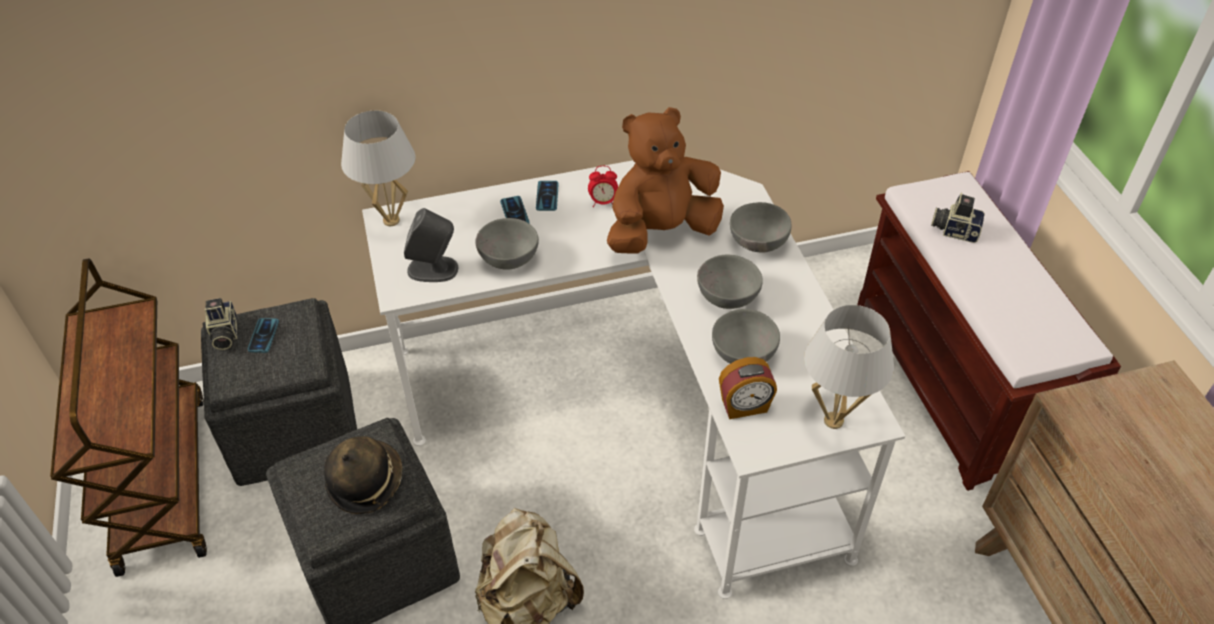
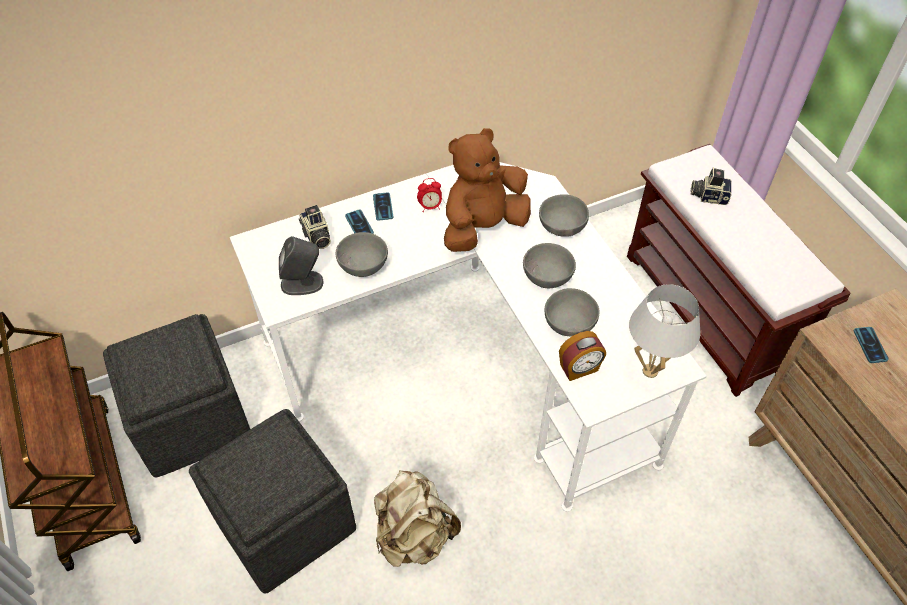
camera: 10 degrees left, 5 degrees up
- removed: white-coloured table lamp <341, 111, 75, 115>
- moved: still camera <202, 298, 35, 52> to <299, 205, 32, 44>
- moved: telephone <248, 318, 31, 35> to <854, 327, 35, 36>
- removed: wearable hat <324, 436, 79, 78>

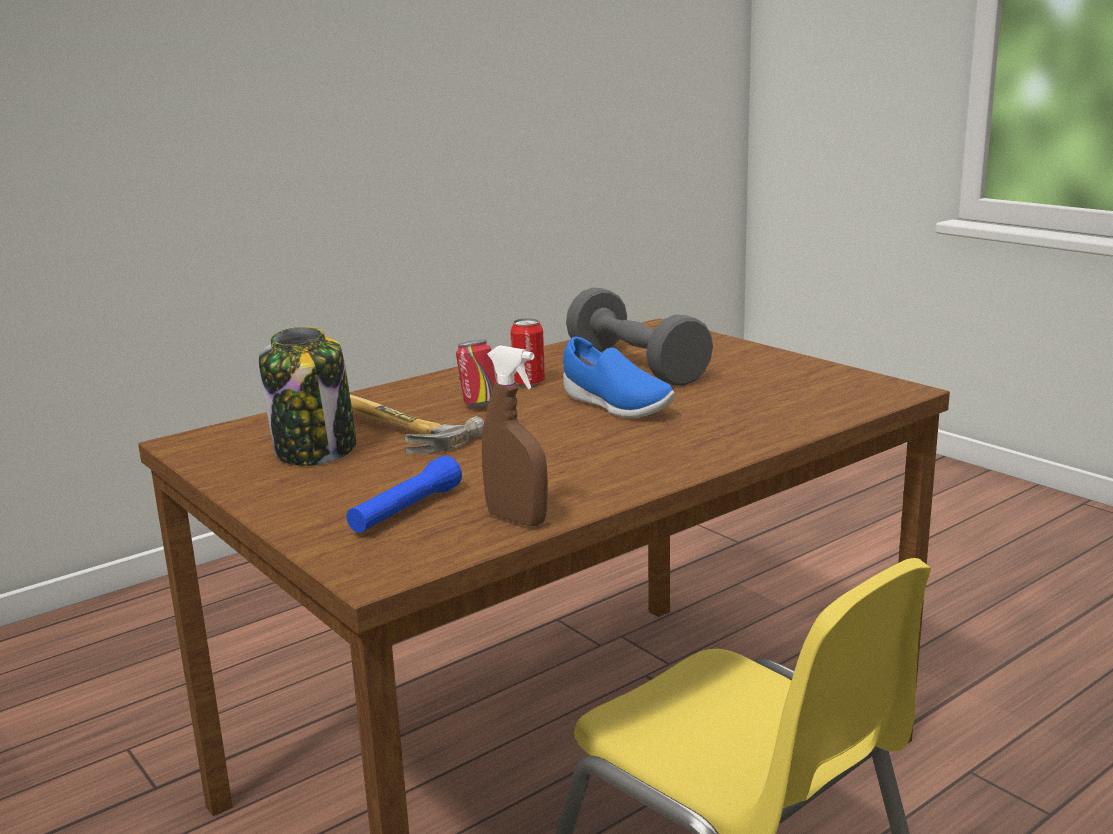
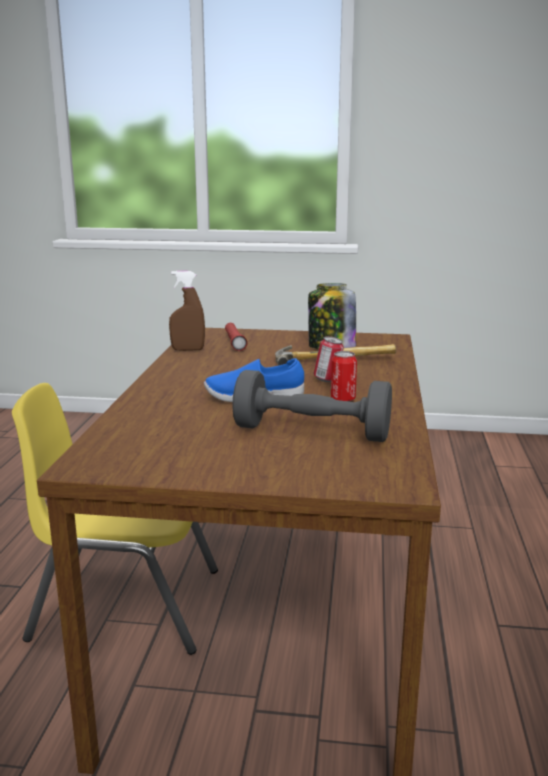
camera: 135 degrees right, 0 degrees up
- recoloured: bluish flashlight <346, 456, 116, 77> to reddish flashlight <225, 323, 22, 28>

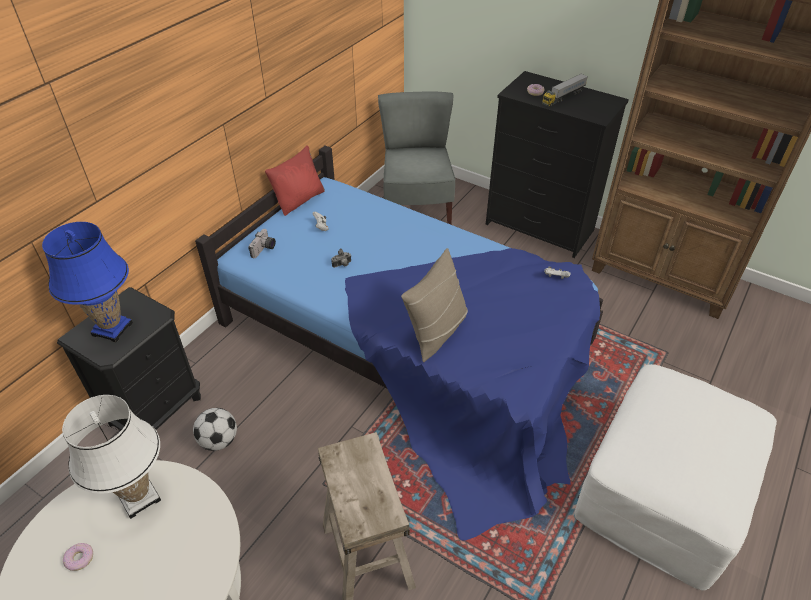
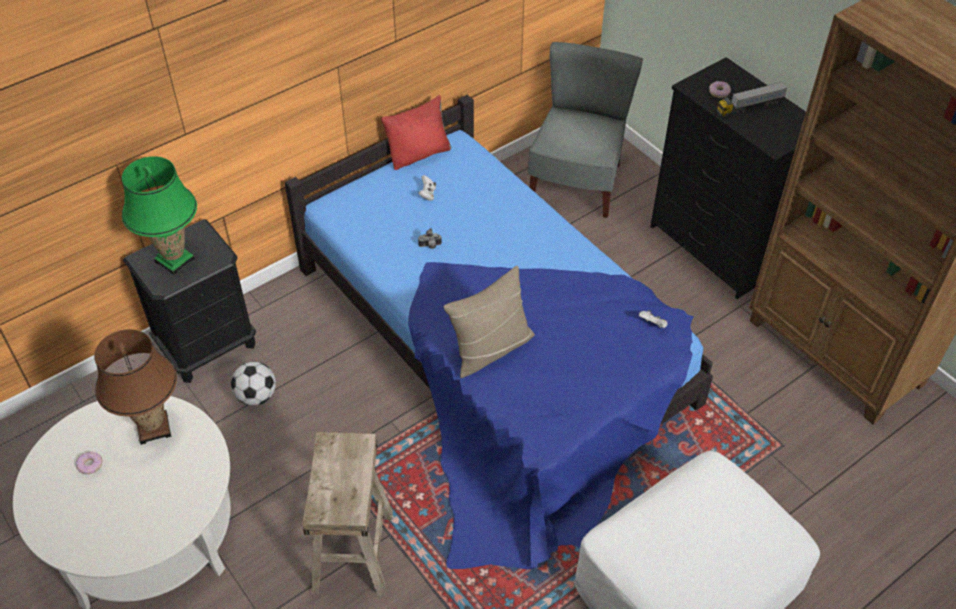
camera: 20 degrees right, 5 degrees up
- recoloured: bluish table lamp <42, 222, 91, 121> to green table lamp <122, 156, 75, 119>
- removed: still camera <248, 229, 28, 29>
- recoloured: white-coloured table lamp <62, 395, 99, 124> to brown-coloured table lamp <94, 329, 83, 116>

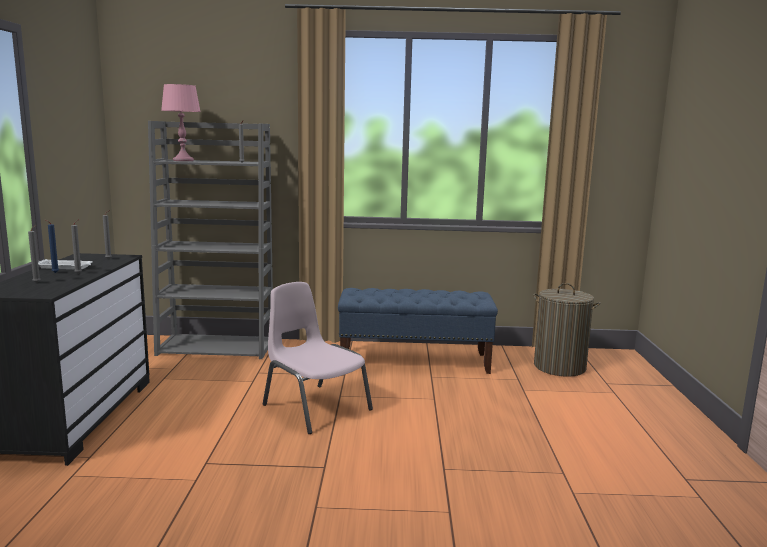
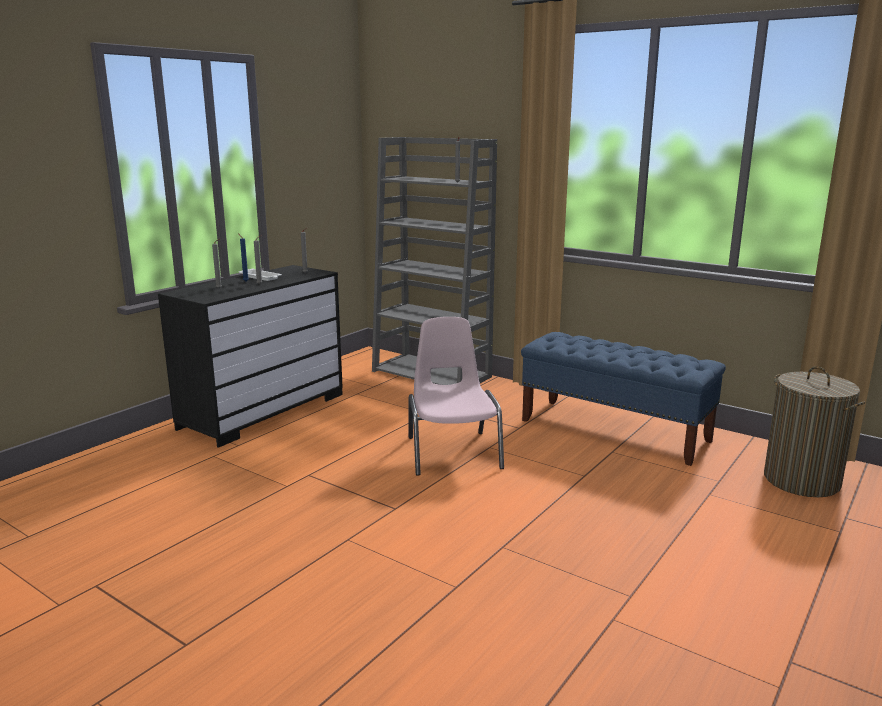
camera: 35 degrees right, 5 degrees up
- removed: pinkish table lamp <161, 84, 40, 77>

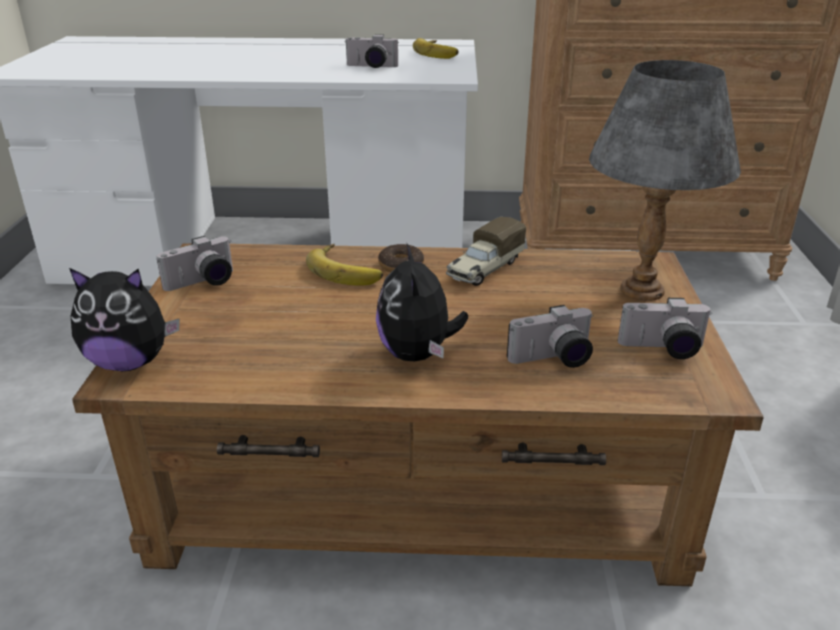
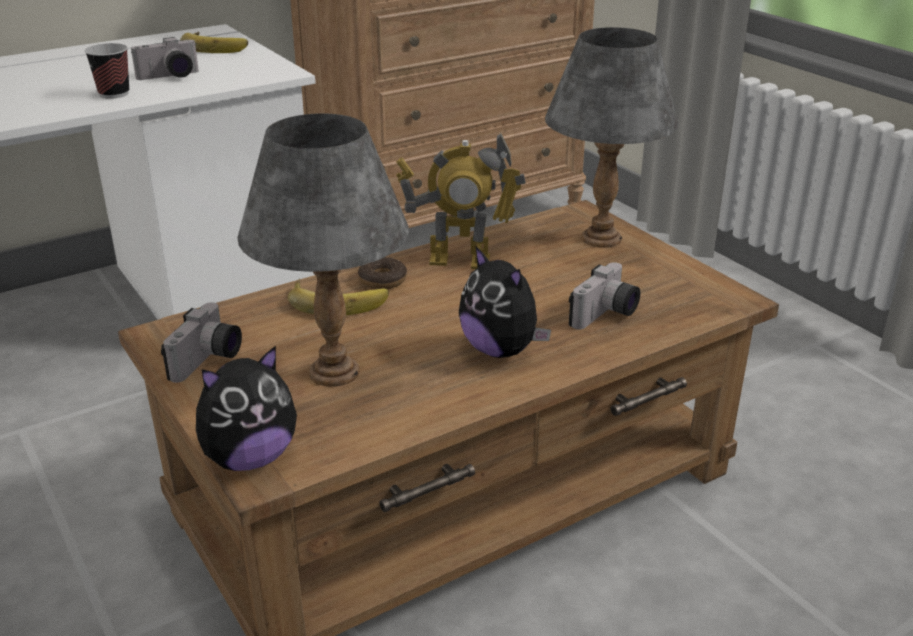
camera: 35 degrees left, 0 degrees up
- replaced: toy lorry <446, 217, 80, 69> to model robot <396, 131, 130, 138>
- removed: still camera <618, 298, 94, 61>
- added: drinking cup <85, 43, 44, 56>
- added: greyish table lamp <237, 113, 172, 274>

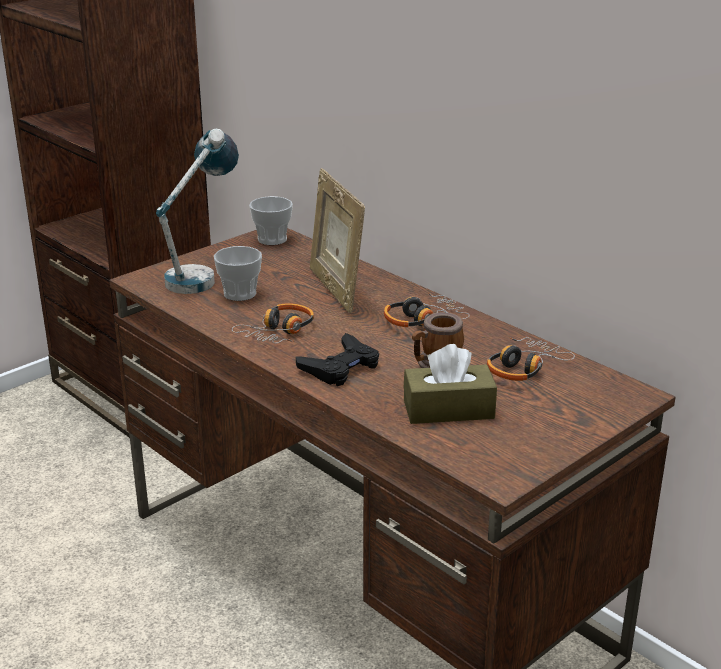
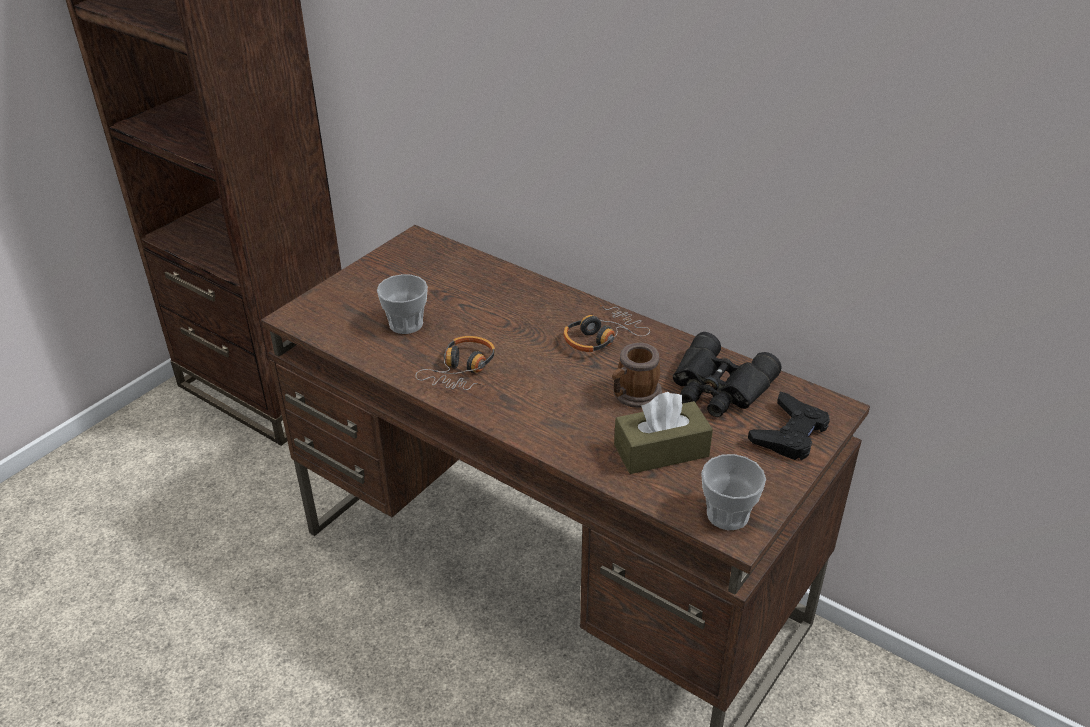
camera: 10 degrees left, 10 degrees up
- removed: table lamp <156, 129, 83, 165>
- removed: picture frame <310, 168, 55, 145>
- moved: drinking cup <249, 196, 44, 49> to <701, 454, 65, 76>
- moved: blackish gamepad <296, 333, 83, 53> to <748, 392, 82, 68>
- replaced: pair of headphones <487, 337, 88, 44> to blackish binoculars <673, 332, 109, 85>

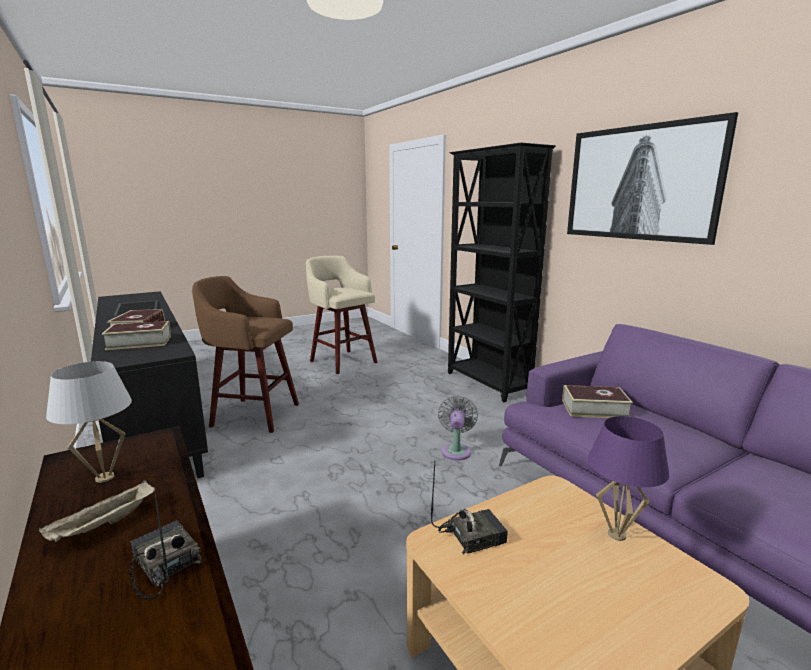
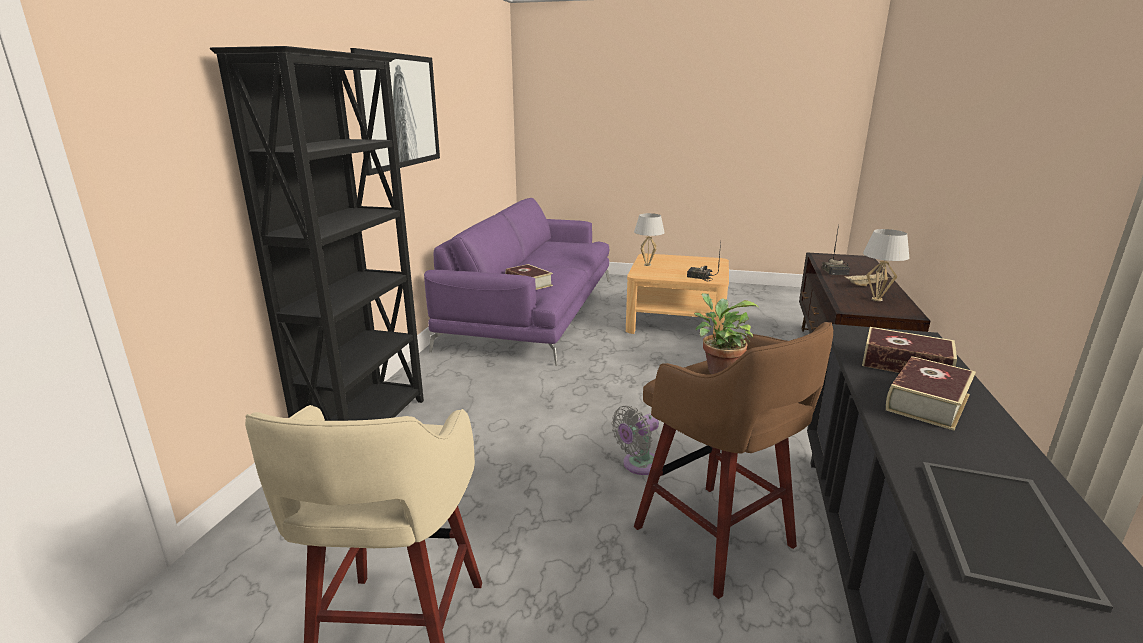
camera: 135 degrees left, 5 degrees up
- moved: greyish electric fan <438, 396, 40, 64> to <611, 406, 48, 69>
- recoloured: purplish table lamp <588, 416, 81, 125> to white-coloured table lamp <634, 213, 31, 53>
- added: houseplant <694, 293, 64, 81>

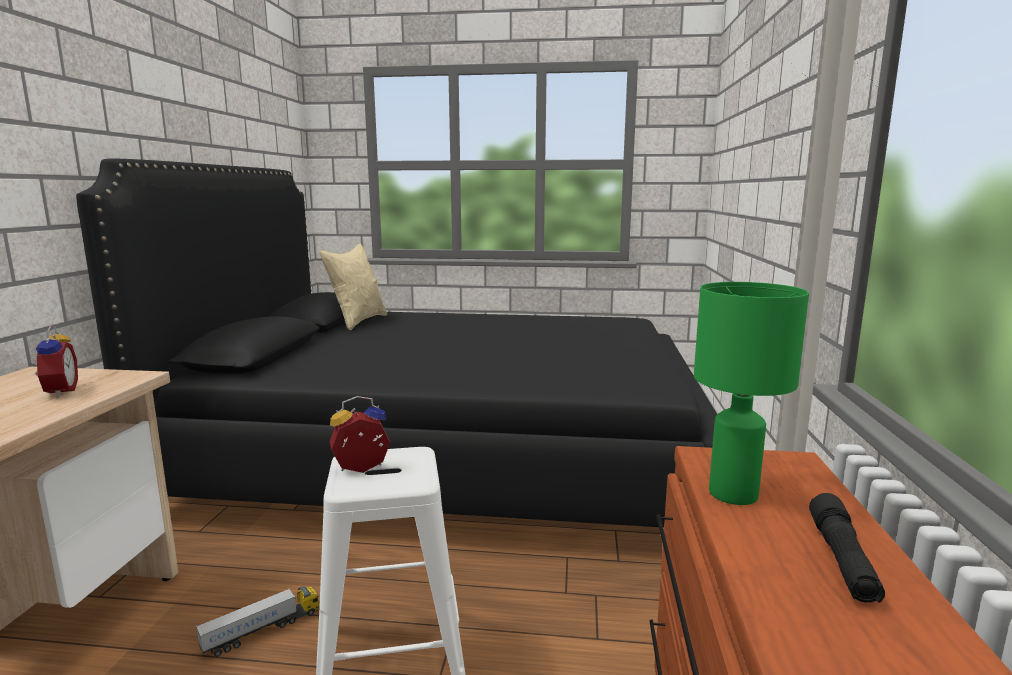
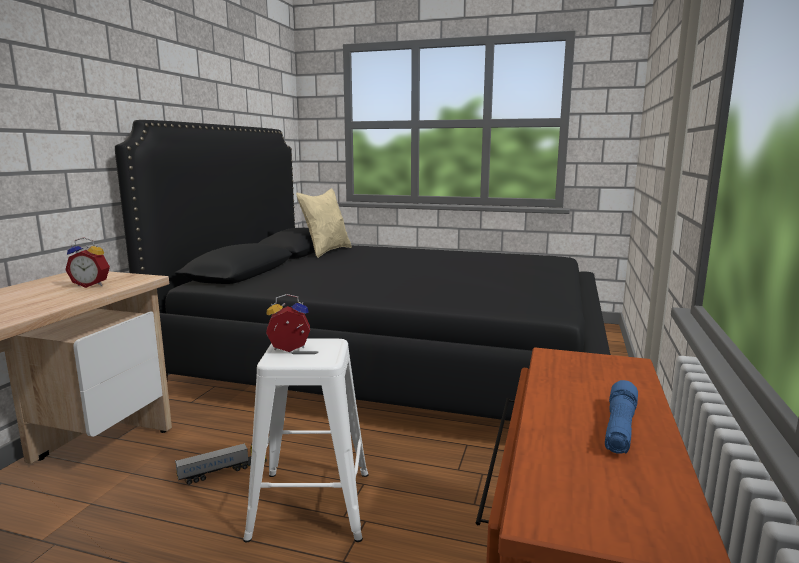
camera: 10 degrees right, 0 degrees up
- removed: green table lamp <694, 282, 115, 223>
- turned: alarm clock <29, 325, 49, 72> = <65, 237, 45, 51> 105 degrees clockwise
- recoloured: blackish flashlight <809, 493, 76, 110> to bluish flashlight <605, 380, 33, 74>

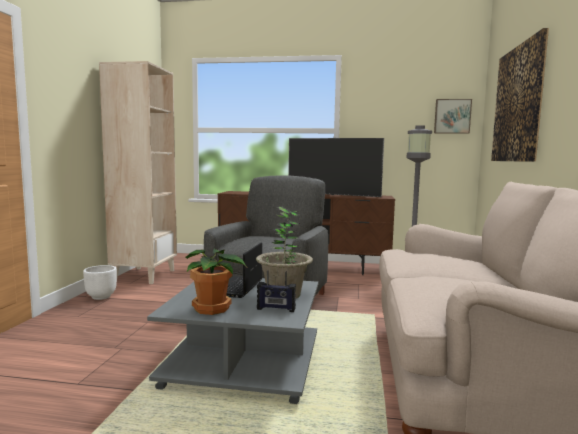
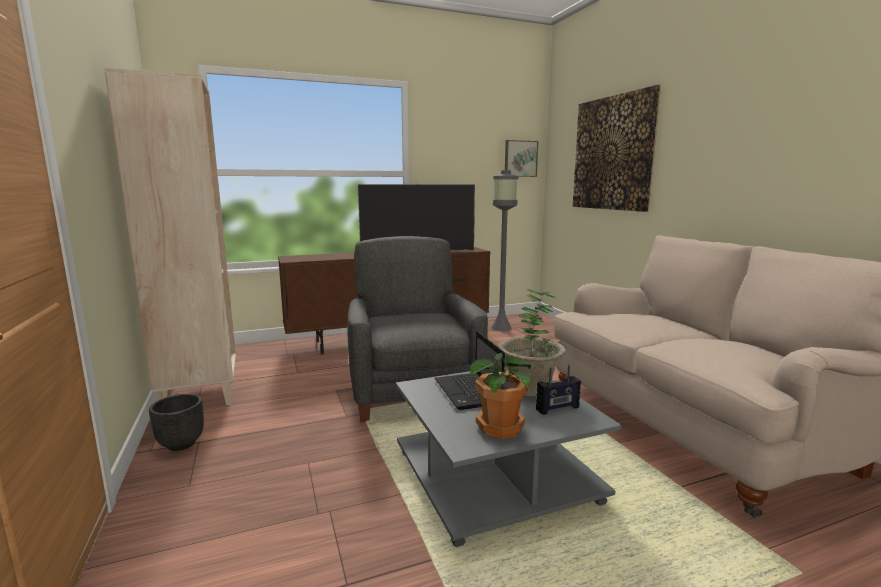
camera: 30 degrees left, 5 degrees up
- recoloured: white-coloured planter <83, 265, 34, 35> to blackish planter <149, 394, 55, 57>

